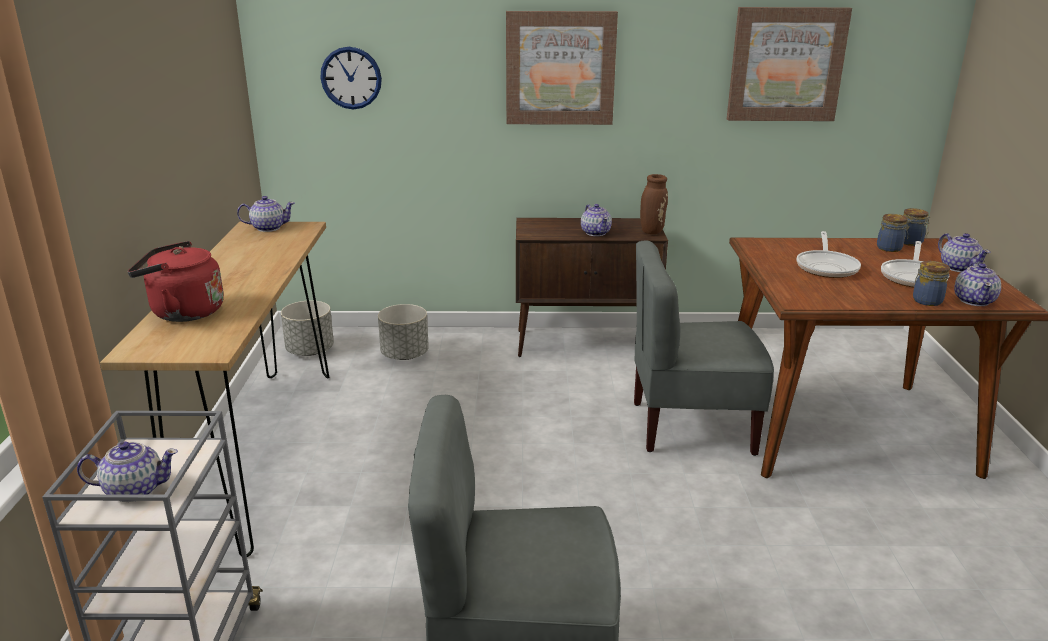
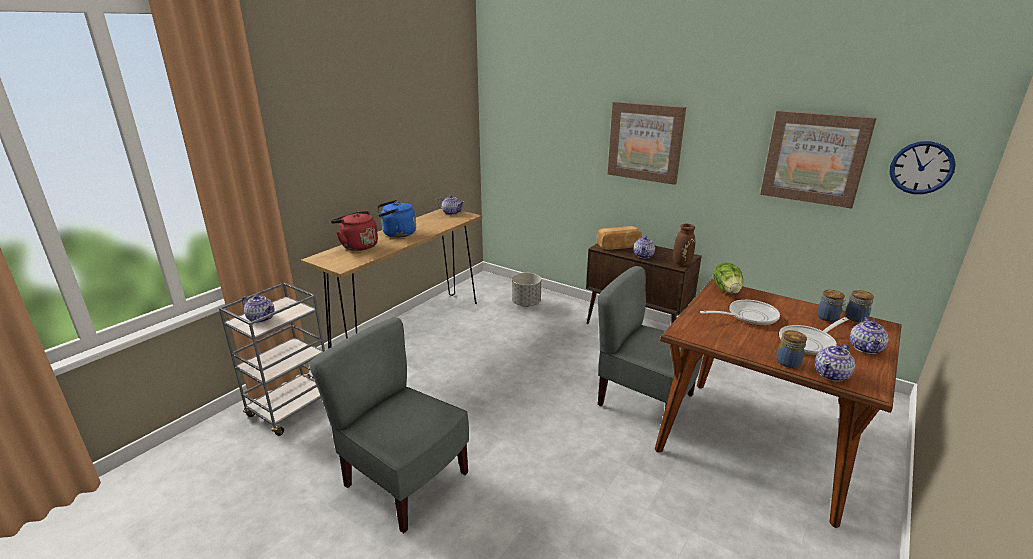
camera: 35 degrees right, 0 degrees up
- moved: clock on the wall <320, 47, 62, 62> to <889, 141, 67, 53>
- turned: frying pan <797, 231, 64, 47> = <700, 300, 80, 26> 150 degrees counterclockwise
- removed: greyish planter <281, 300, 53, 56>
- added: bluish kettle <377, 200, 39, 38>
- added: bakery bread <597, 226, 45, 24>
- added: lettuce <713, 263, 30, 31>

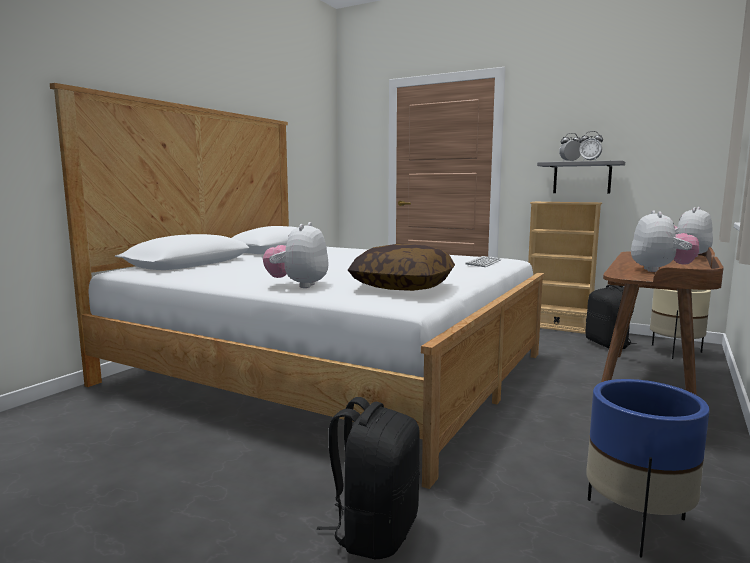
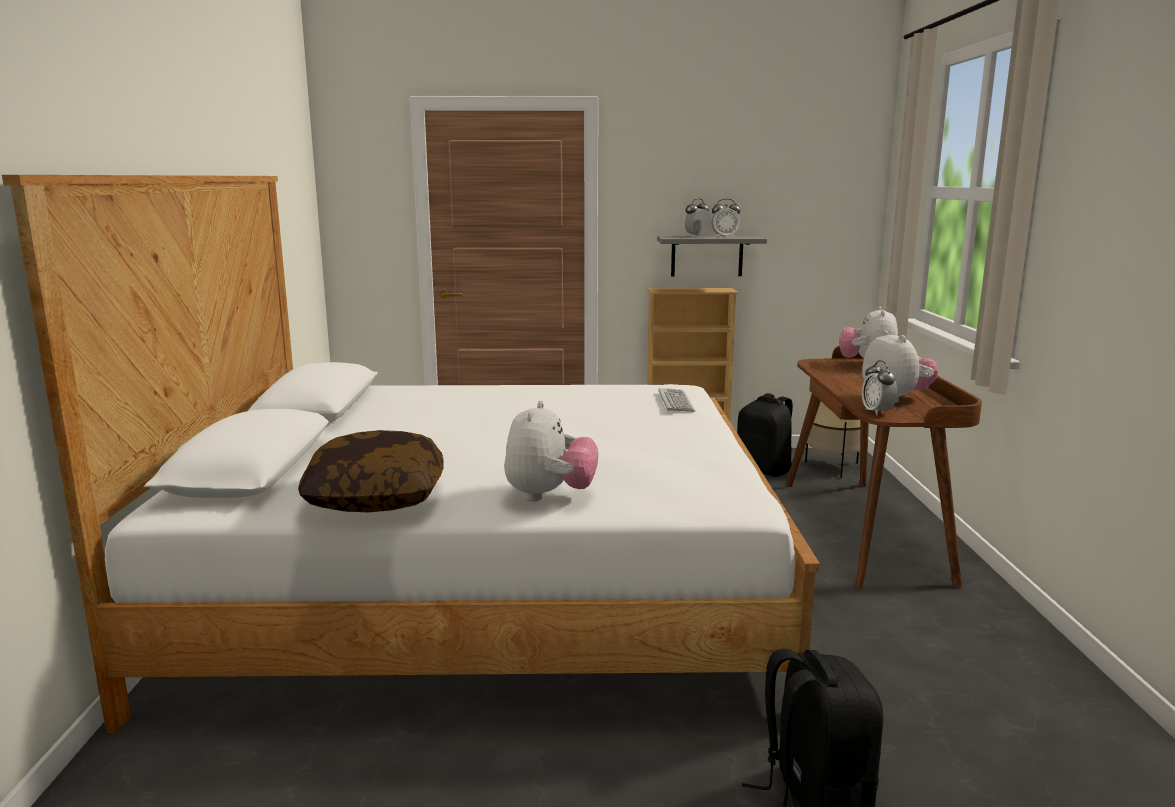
camera: 30 degrees left, 5 degrees up
- turned: cuddly toy <263, 222, 66, 66> = <504, 401, 94, 100> 150 degrees counterclockwise
- moved: cushion <348, 244, 107, 47> to <298, 430, 146, 82>
- removed: bluish planter <586, 379, 123, 179>
- added: alarm clock <862, 360, 35, 55>

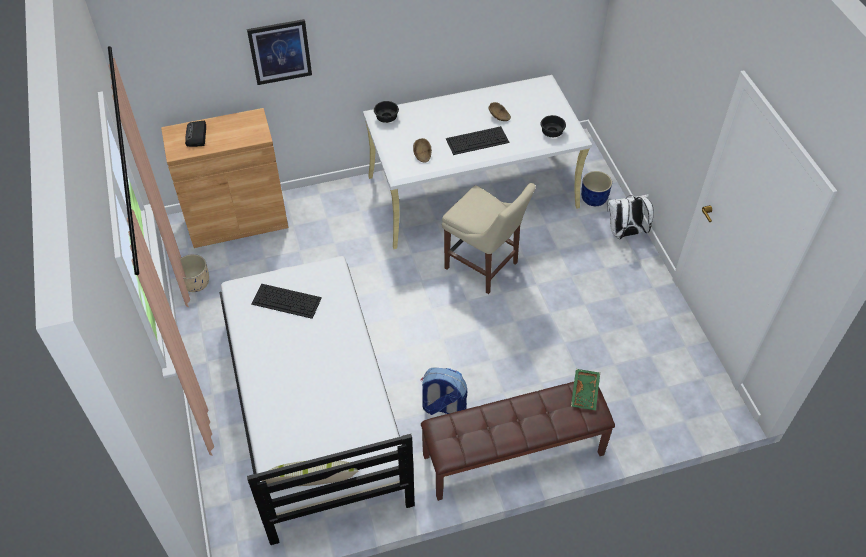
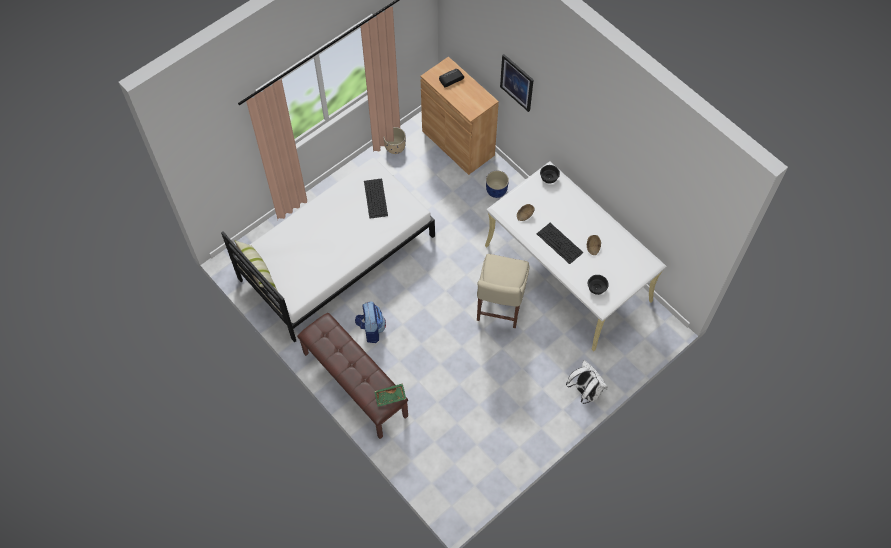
camera: 65 degrees right, 10 degrees up
- moved: bluish planter <581, 171, 31, 35> to <486, 171, 23, 27>

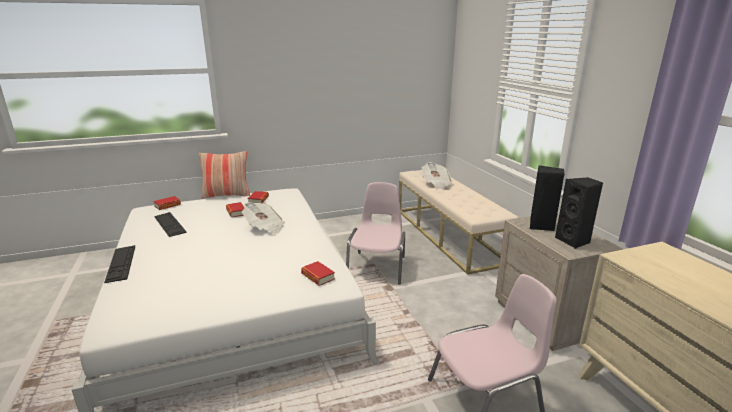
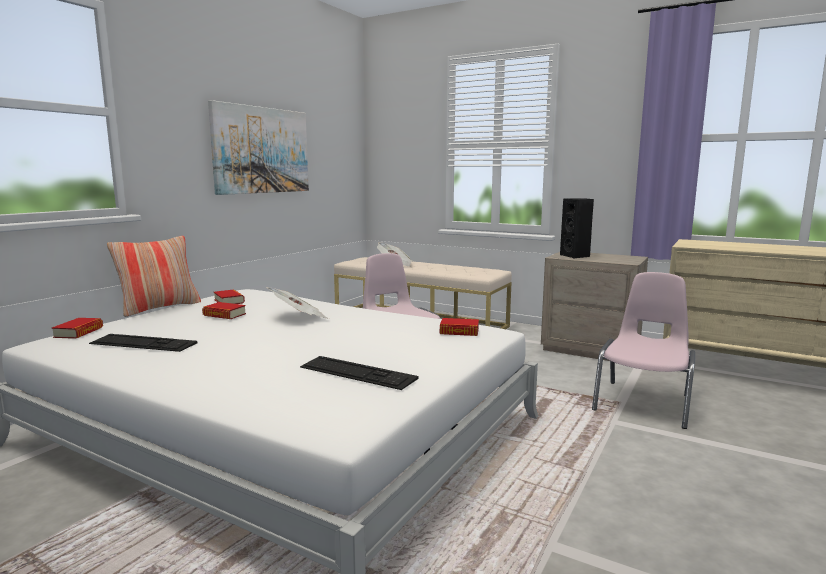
camera: 40 degrees left, 10 degrees down
- removed: blackish audio speaker <555, 177, 48, 72>
- moved: keyboard <104, 245, 31, 38> to <300, 356, 118, 34>
- added: wall picture <208, 100, 101, 95>

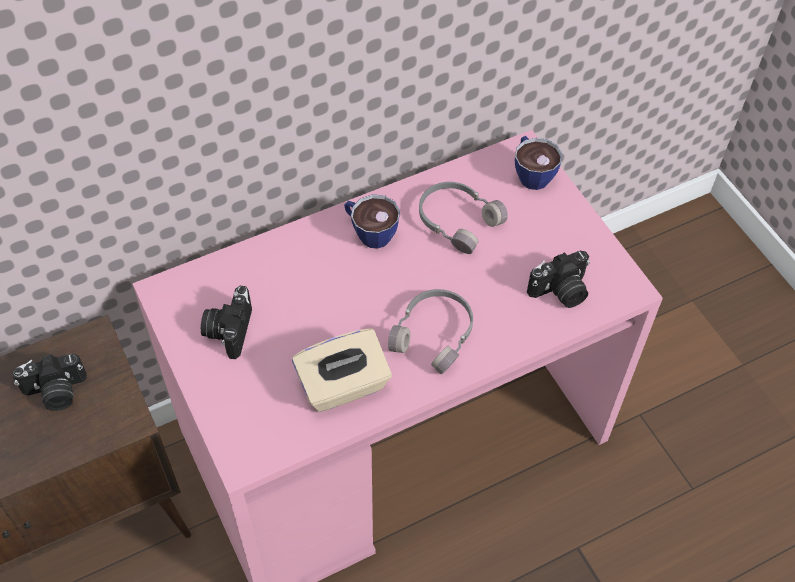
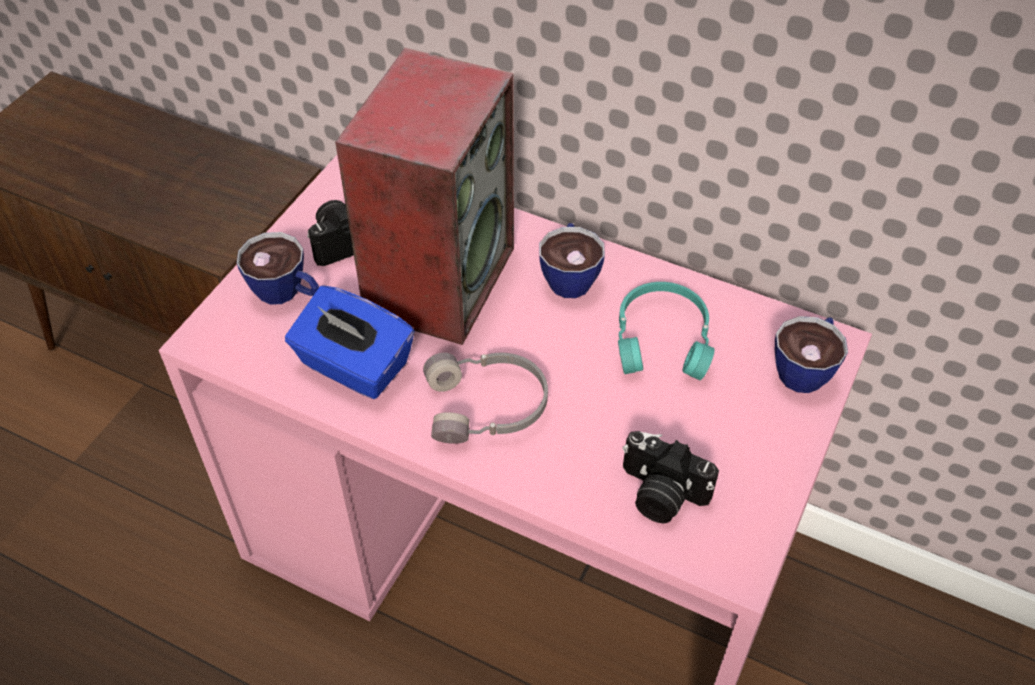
camera: 55 degrees right, 5 degrees down
- recoloured: greyish pair of headphones <419, 182, 89, 72> to blue-green pair of headphones <618, 282, 97, 98>
- recoloured: sand-coloured tissue box <292, 328, 100, 84> to bluish tissue box <285, 285, 129, 114>
- removed: still camera <12, 354, 75, 57>
- added: audio speaker <335, 48, 179, 297>
- added: drinking cup <237, 232, 82, 73>

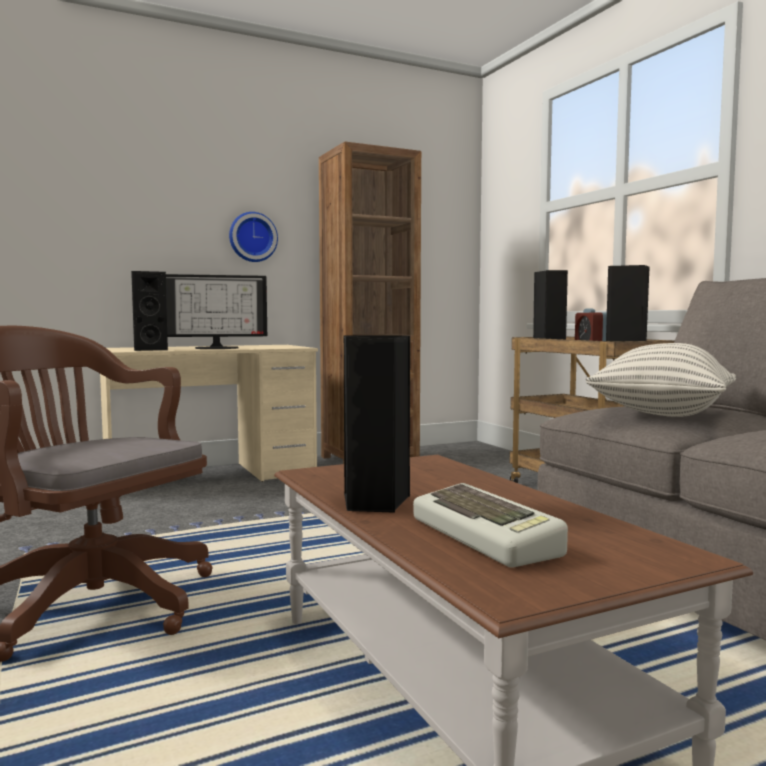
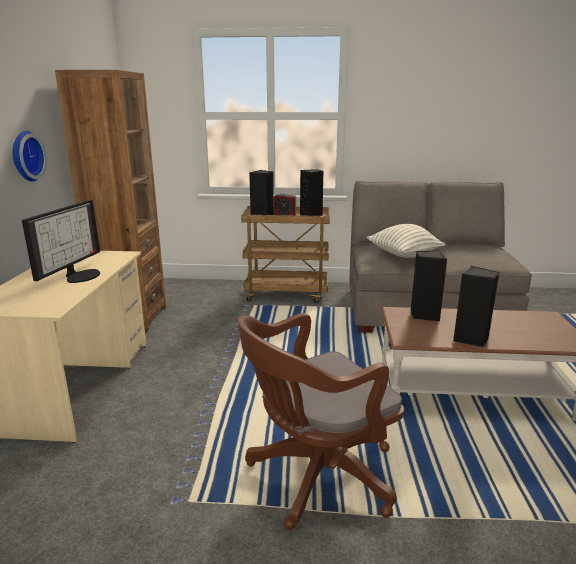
camera: 60 degrees left, 15 degrees up
- moved: blackish audio speaker <131, 271, 37, 80> to <411, 250, 36, 72>
- removed: keyboard <413, 483, 155, 85>

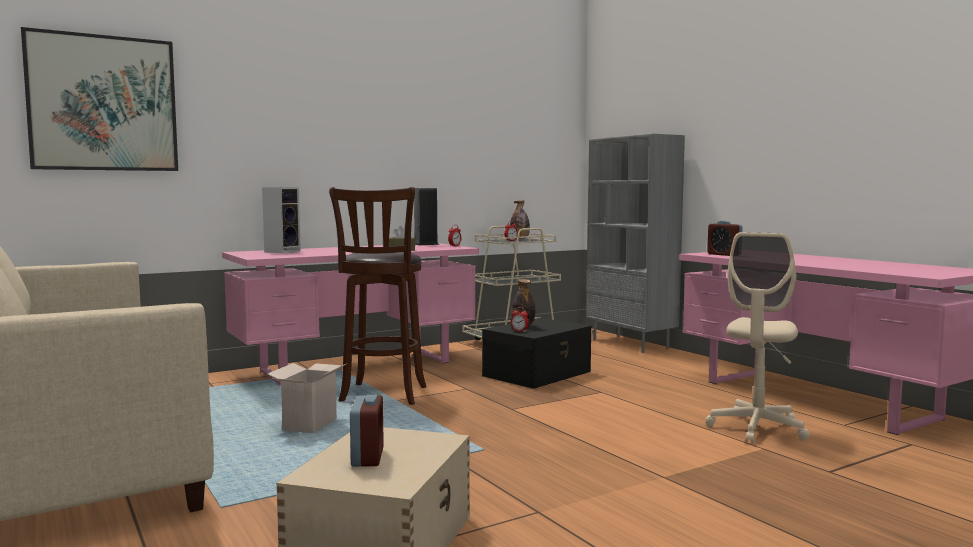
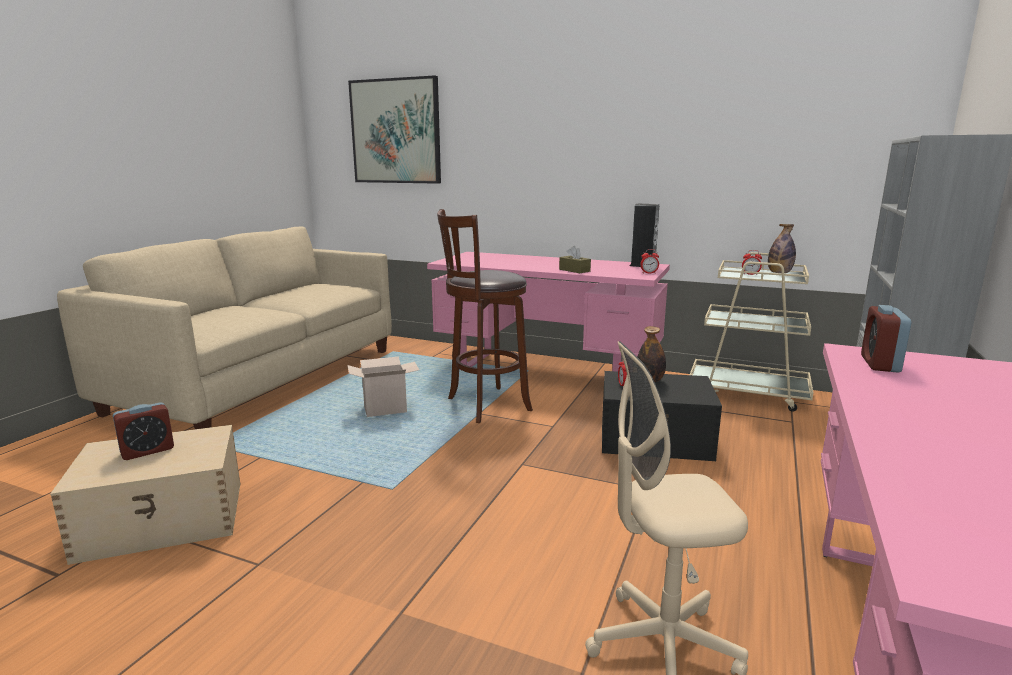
camera: 55 degrees right, 10 degrees up
- removed: audio speaker <262, 188, 39, 65>

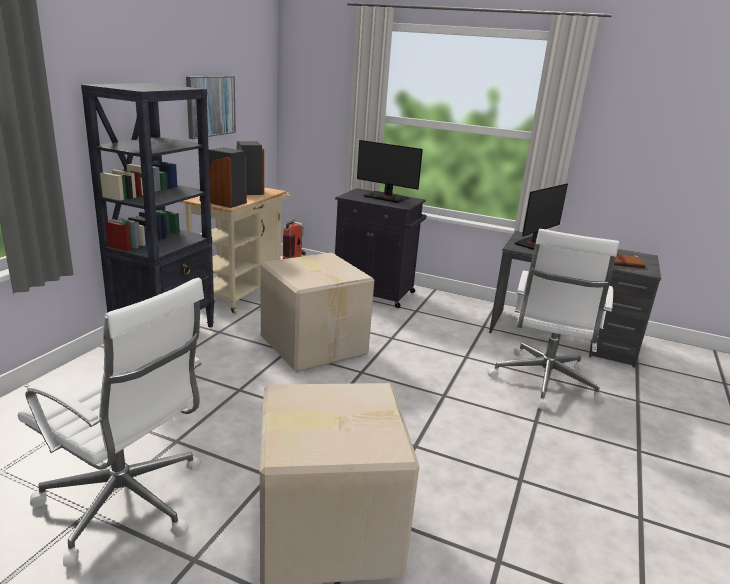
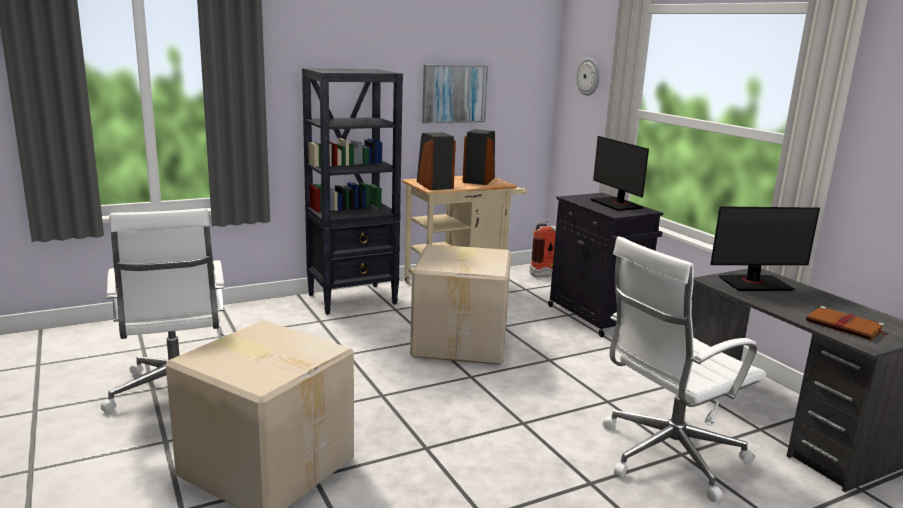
camera: 40 degrees right, 5 degrees down
- added: clock on the wall <576, 58, 24, 38>

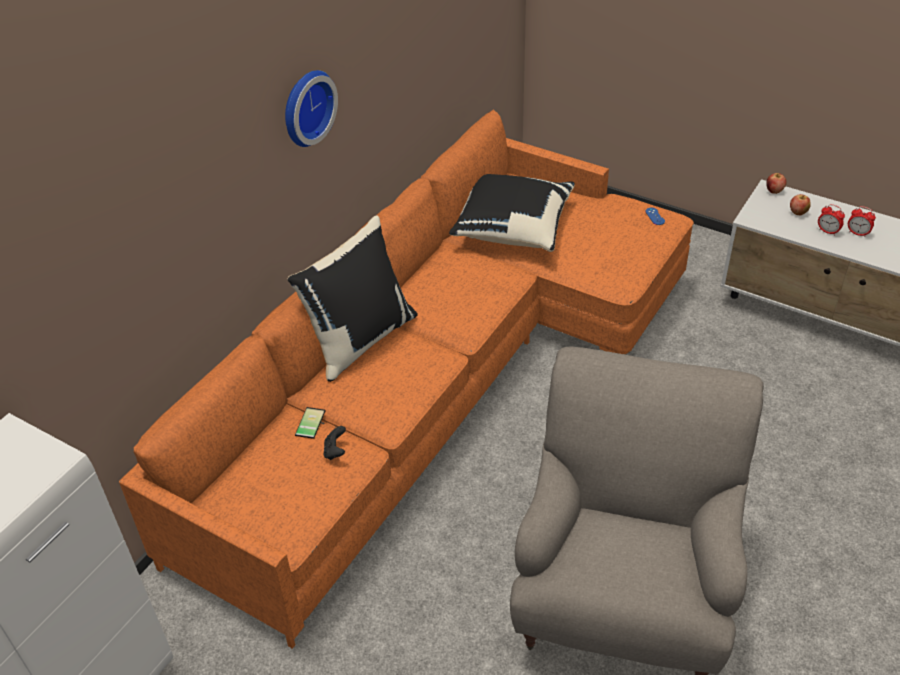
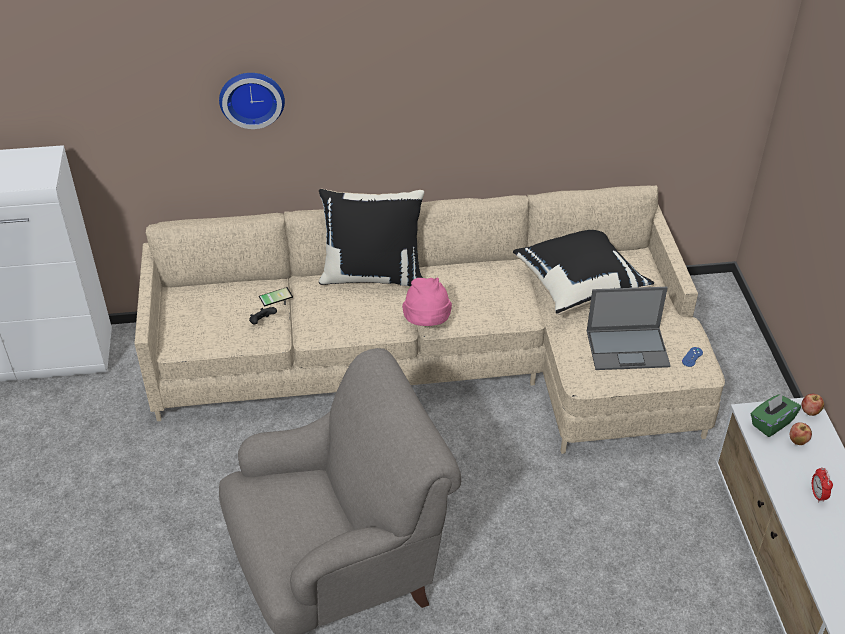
camera: 50 degrees right, 0 degrees up
- moved: clock on the wall <285, 70, 53, 77> to <219, 73, 66, 56>
- recoloured: orangey sofa <119, 110, 575, 539> to sand-coloured sofa <135, 185, 590, 269>
- removed: alarm clock <818, 204, 27, 32>
- added: pinkish wearable hat <402, 277, 50, 49>
- added: portable computer <587, 287, 84, 83>
- added: green tissue box <751, 394, 50, 43>

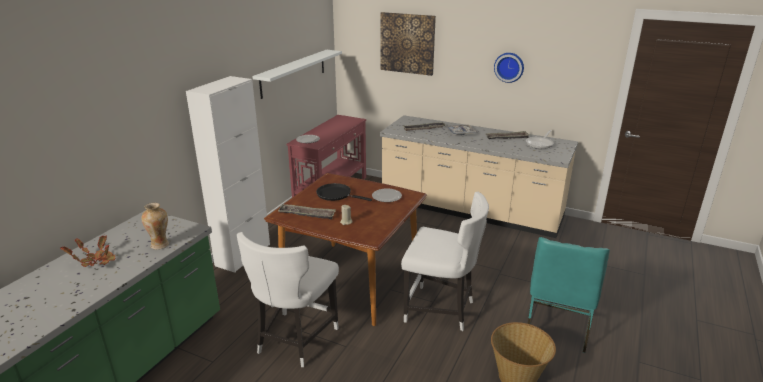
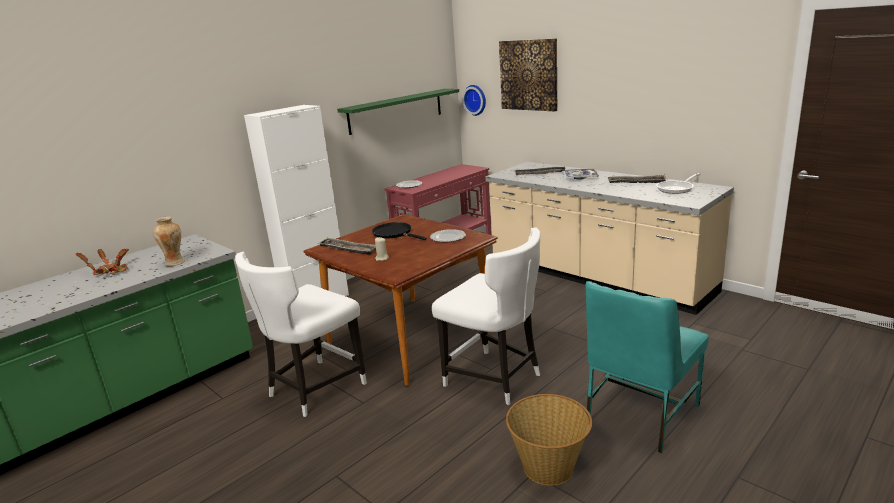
camera: 20 degrees right, 5 degrees down
- recoloured: white-coloured wall shelf <252, 50, 90, 49> to green wall shelf <337, 89, 122, 46>
- moved: clock on the wall <494, 53, 30, 30> to <462, 85, 24, 31>

